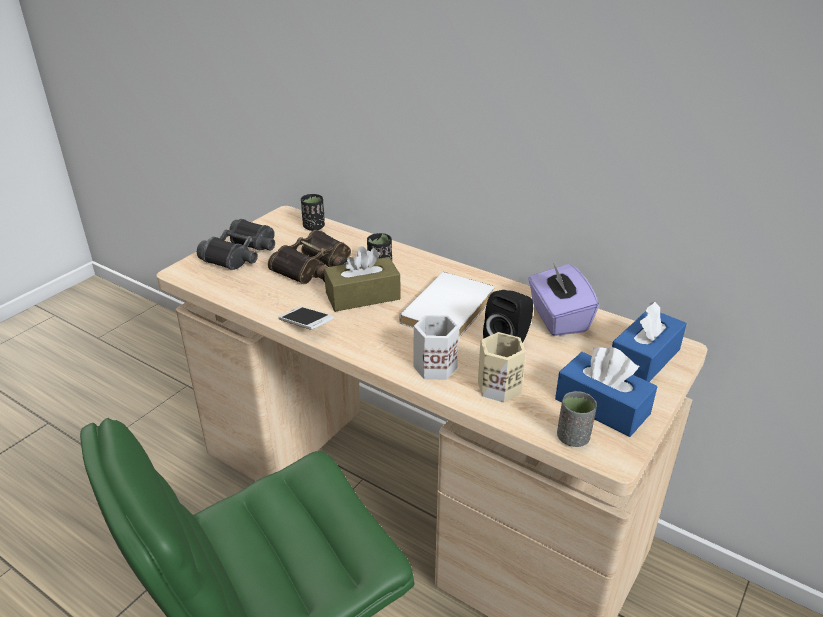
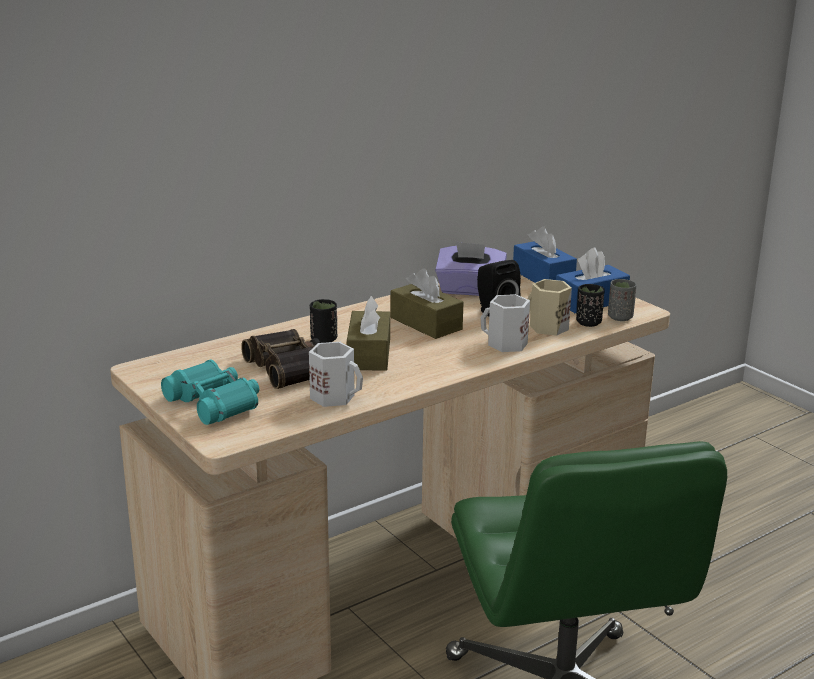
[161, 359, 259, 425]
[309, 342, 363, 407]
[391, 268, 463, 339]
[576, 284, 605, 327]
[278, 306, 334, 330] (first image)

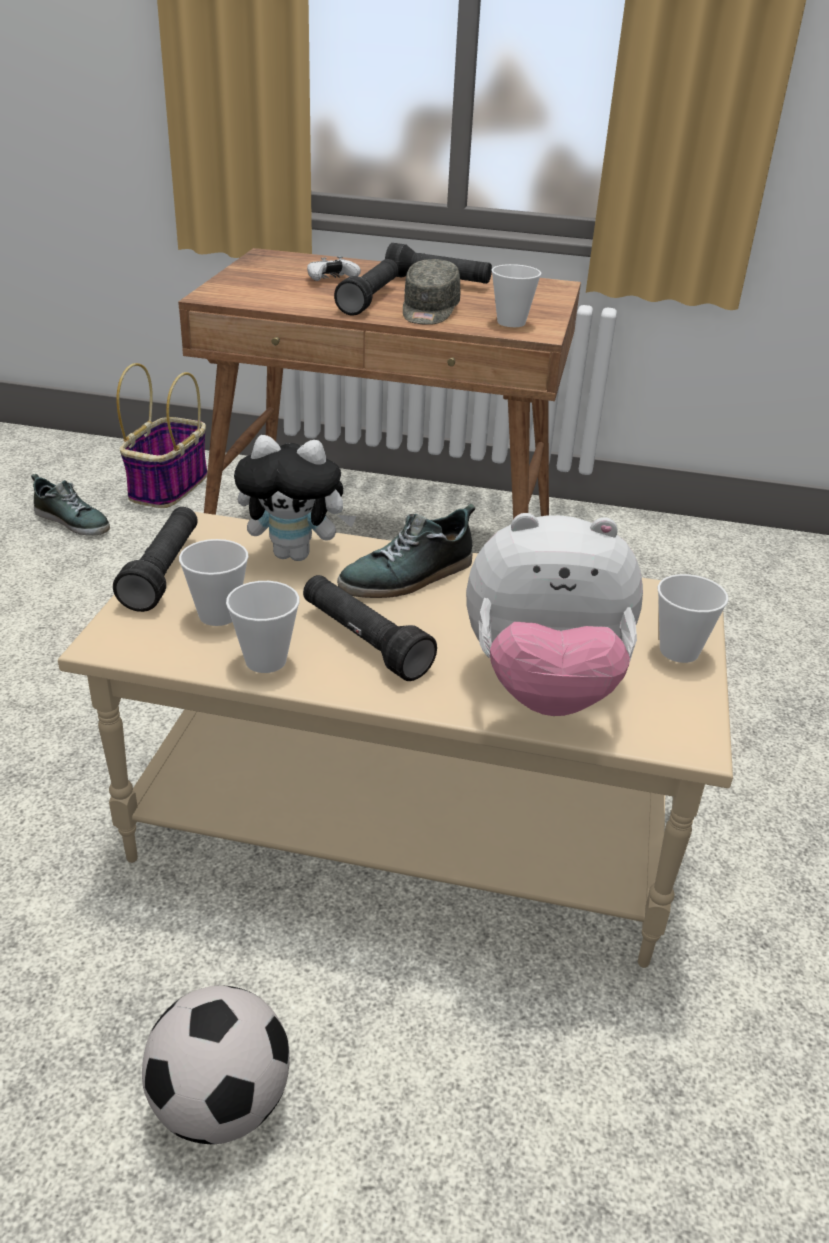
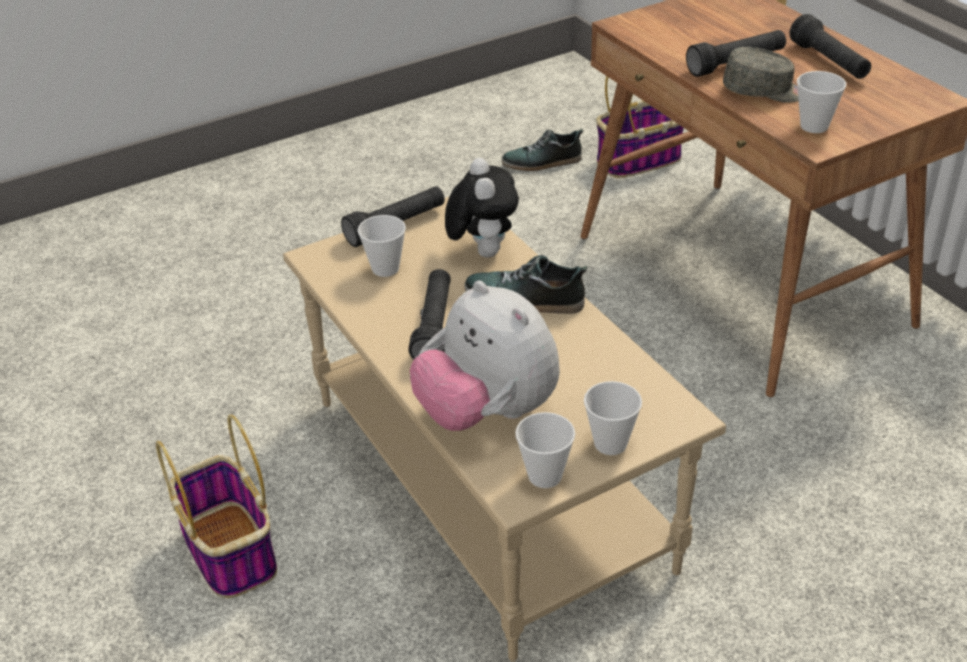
[156, 414, 277, 598]
[445, 158, 519, 257]
[502, 129, 583, 171]
[515, 412, 575, 488]
[723, 47, 799, 103]
[307, 256, 361, 281] (first image)

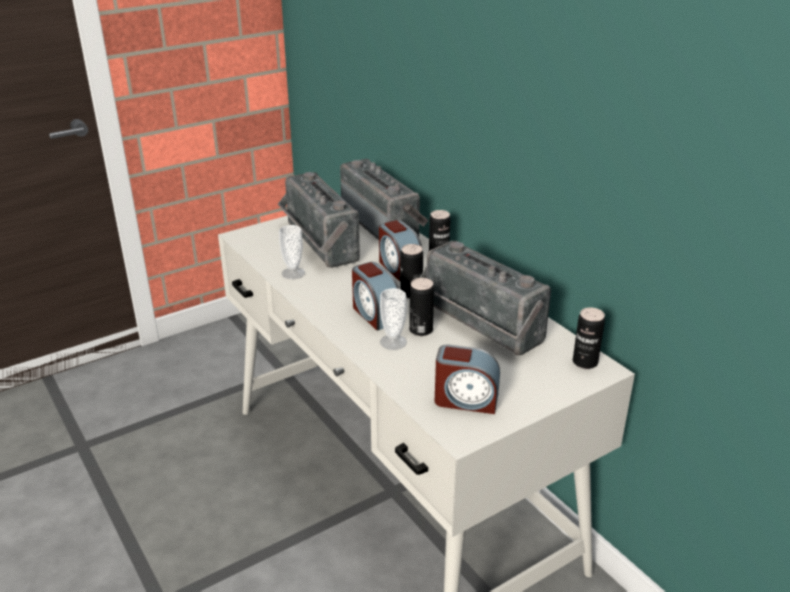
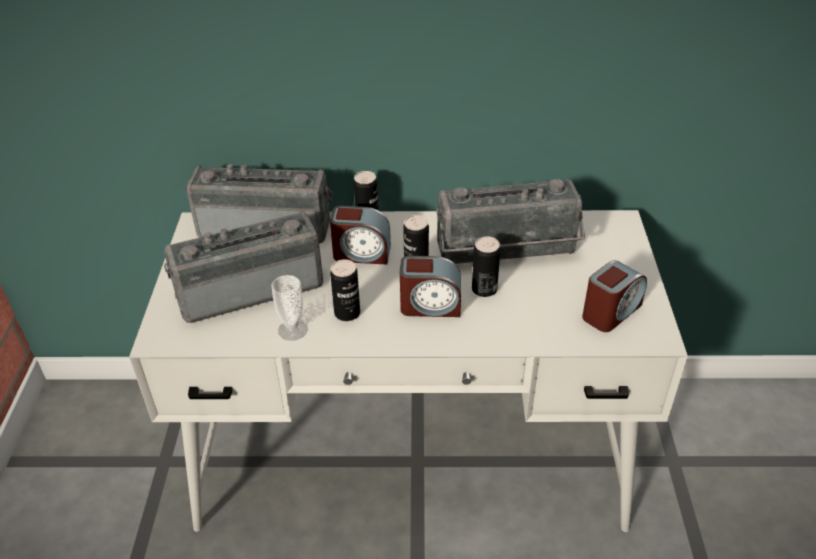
[164, 211, 323, 323]
[330, 259, 360, 321]
[380, 288, 407, 350] (first image)

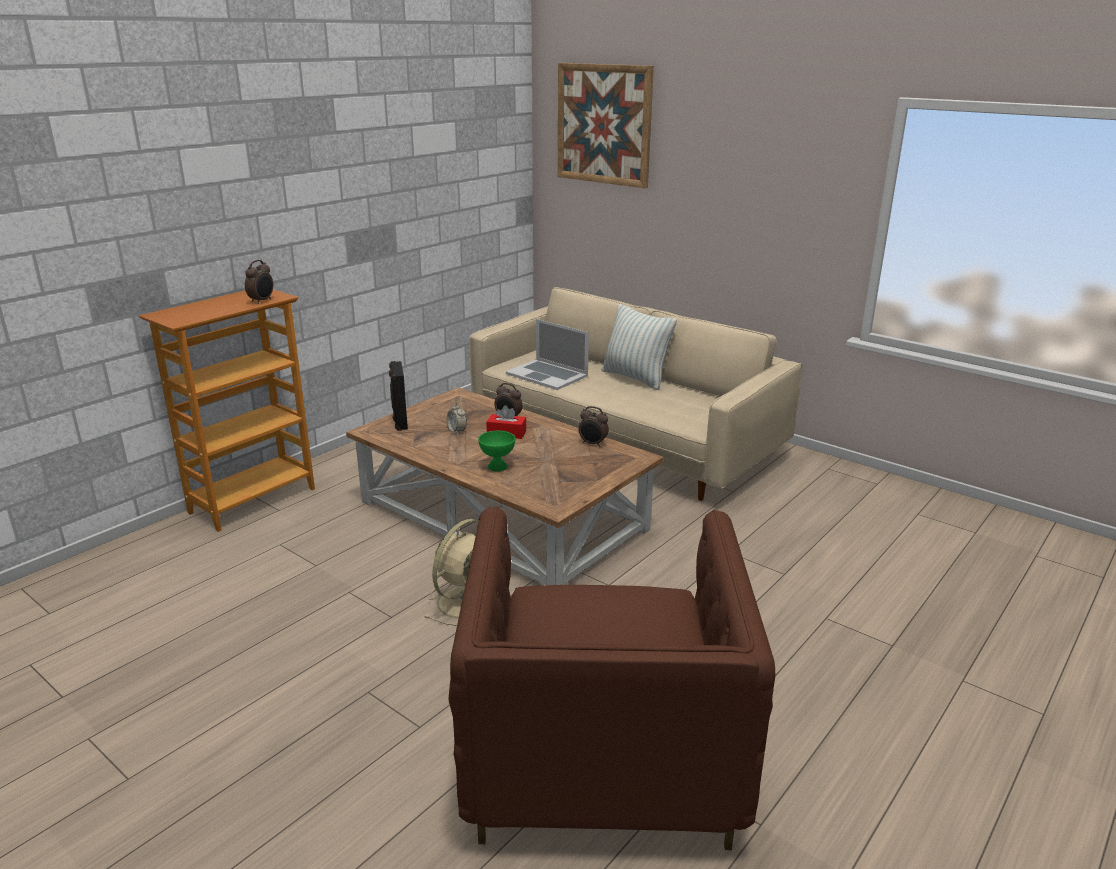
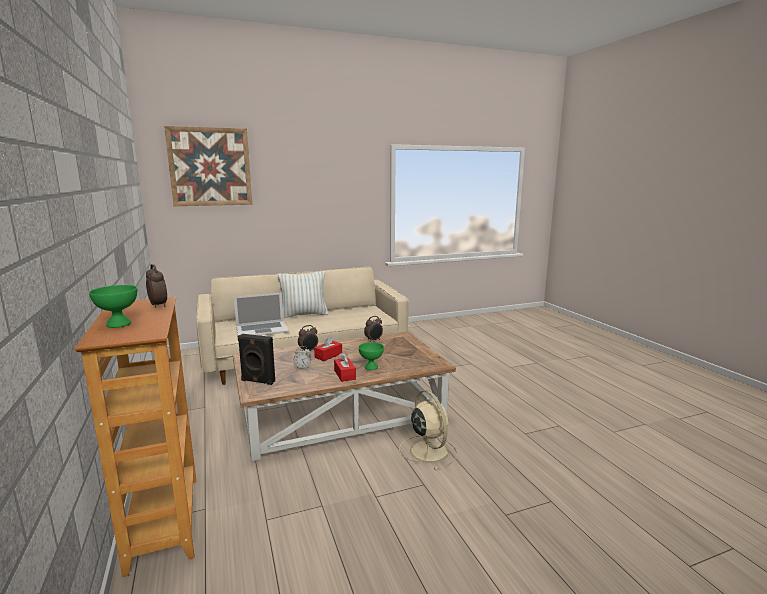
[89, 285, 137, 328]
[334, 353, 356, 382]
[448, 506, 775, 850] (first image)

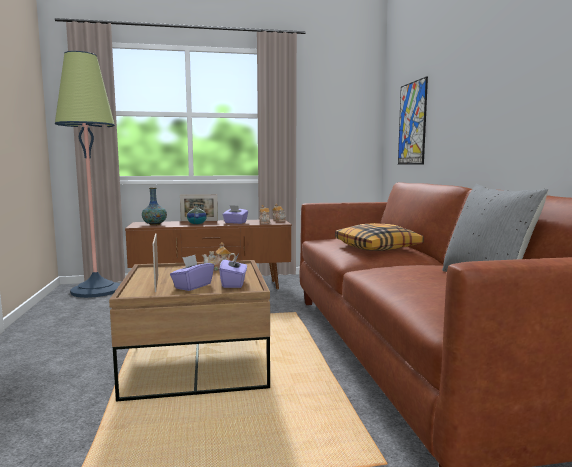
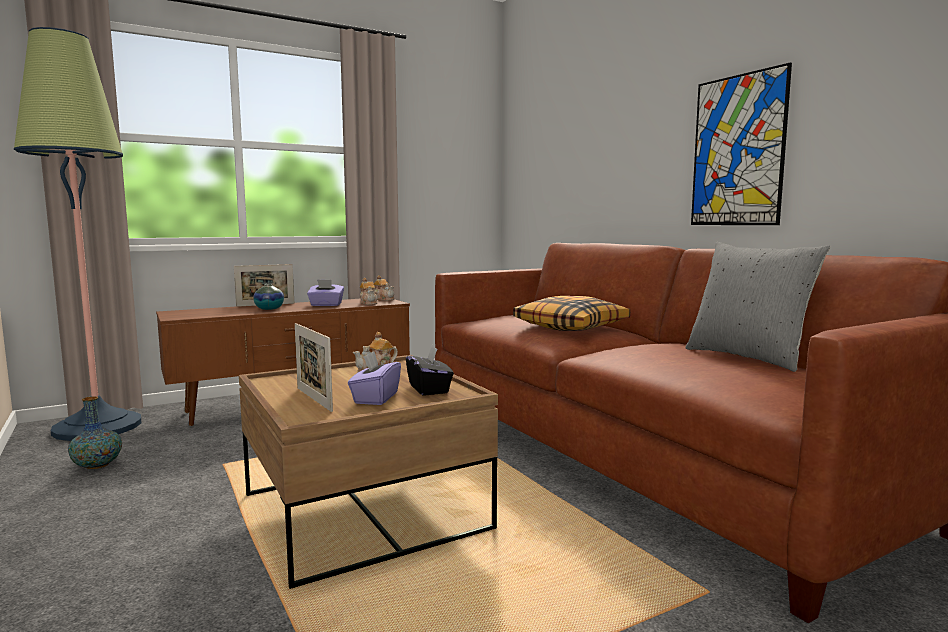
[68, 397, 122, 469]
[406, 346, 454, 396]
[691, 63, 792, 225]

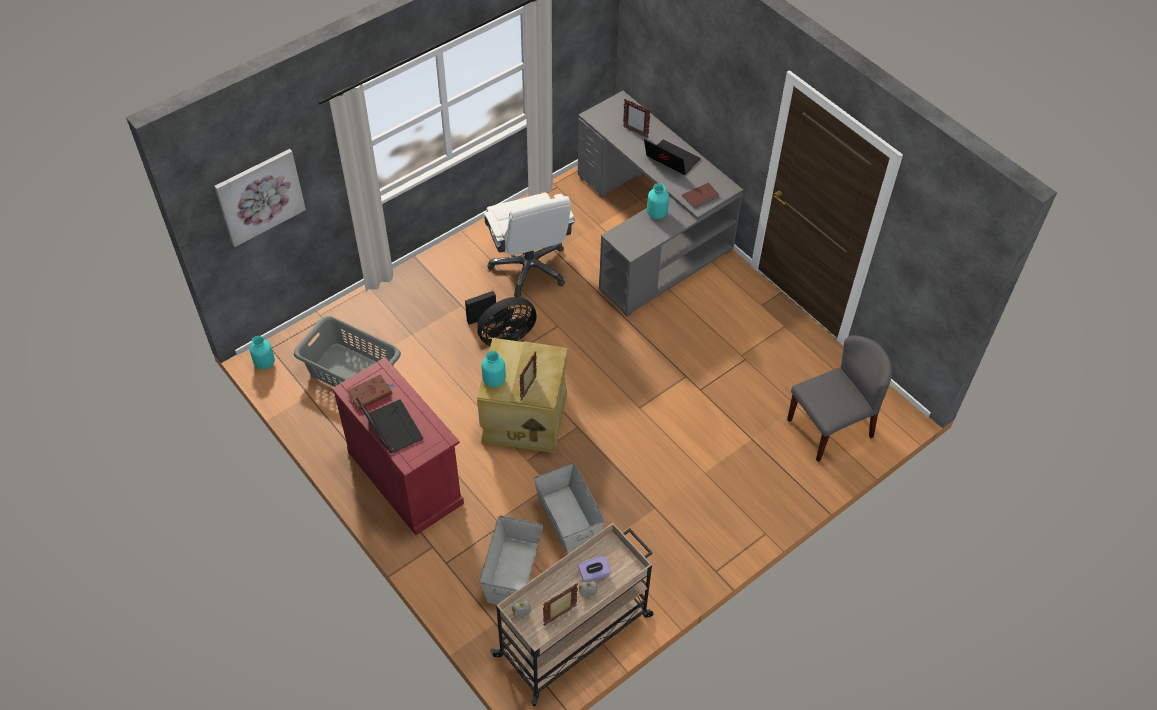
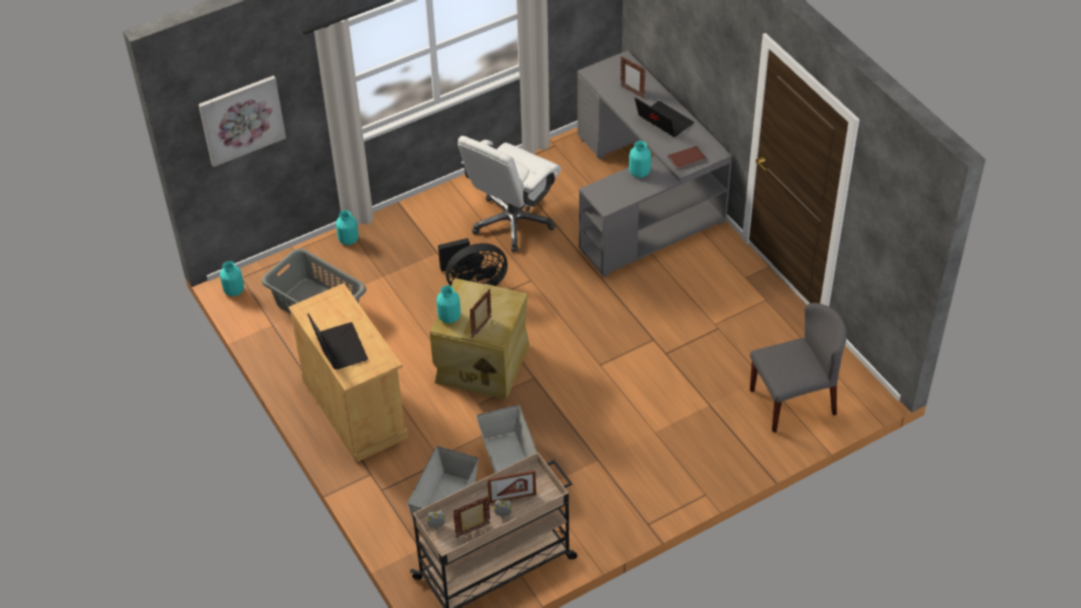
[289, 283, 408, 463]
[336, 210, 358, 245]
[458, 136, 561, 252]
[487, 470, 536, 503]
[347, 374, 395, 410] (first image)

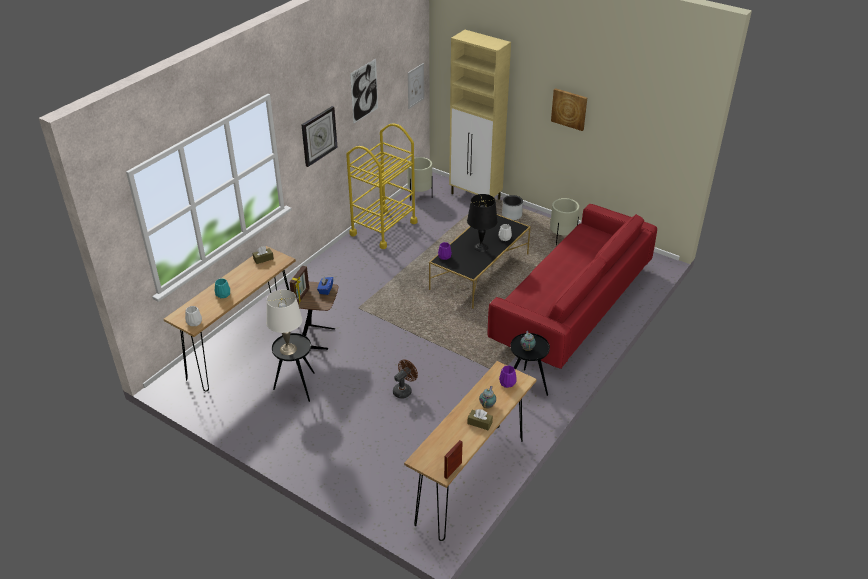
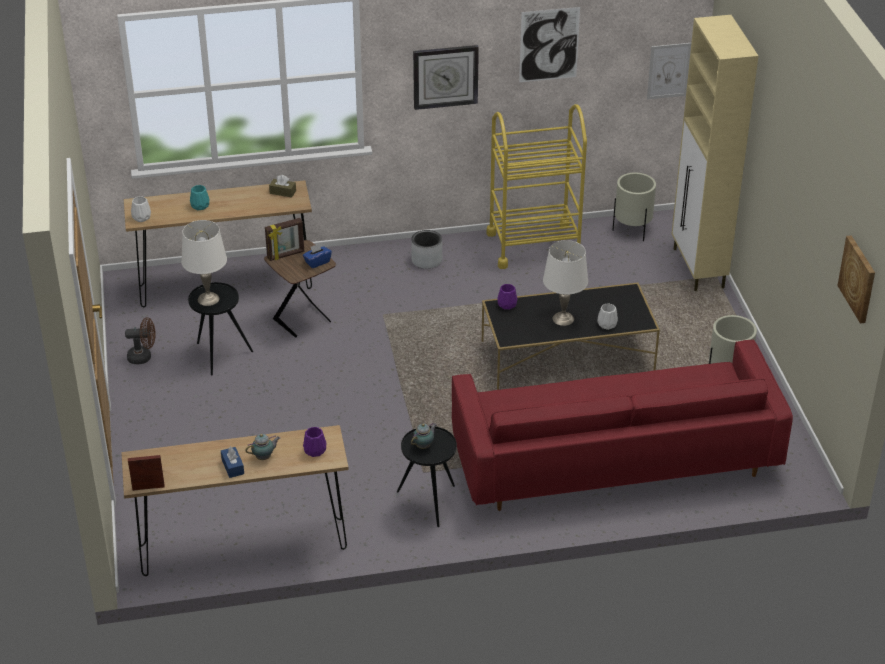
[125, 317, 156, 364]
[221, 447, 244, 478]
[411, 230, 442, 269]
[543, 240, 588, 326]
[837, 235, 875, 324]

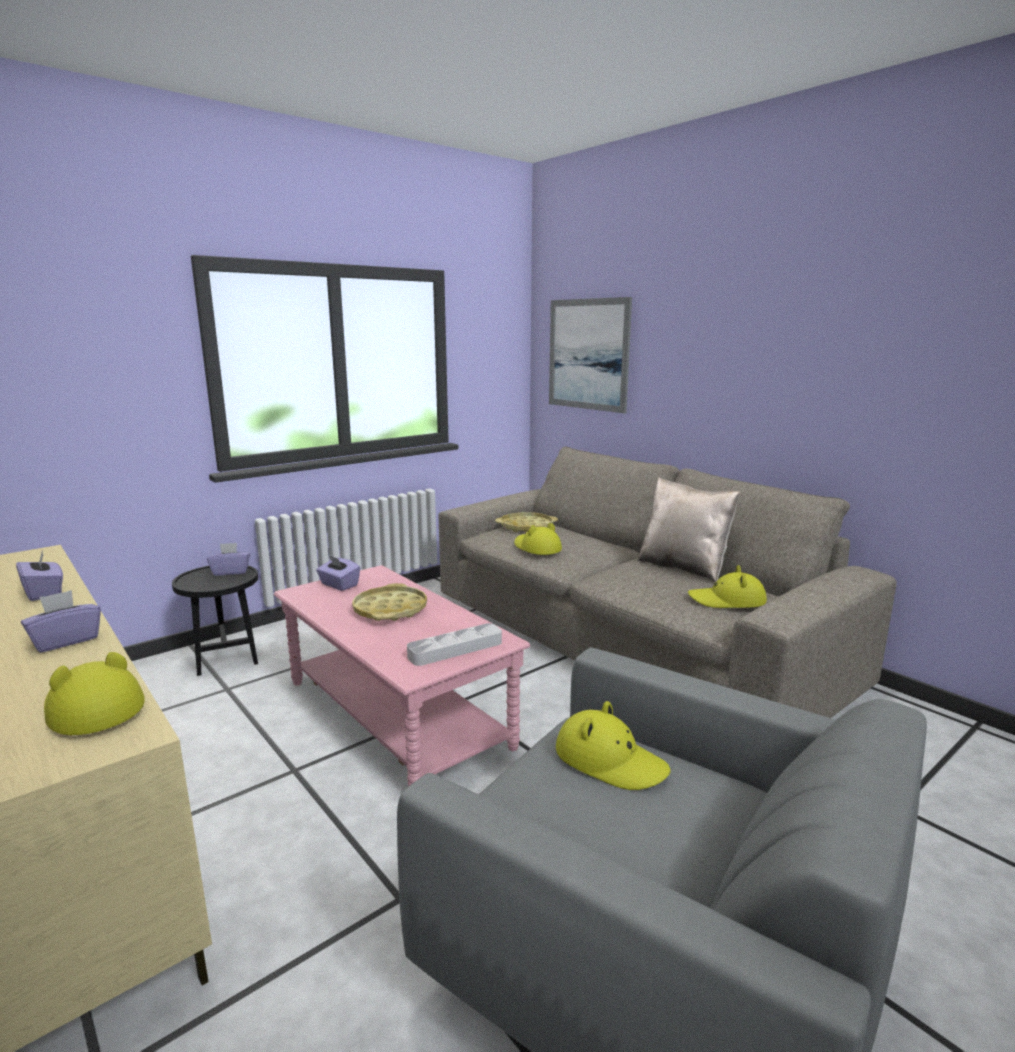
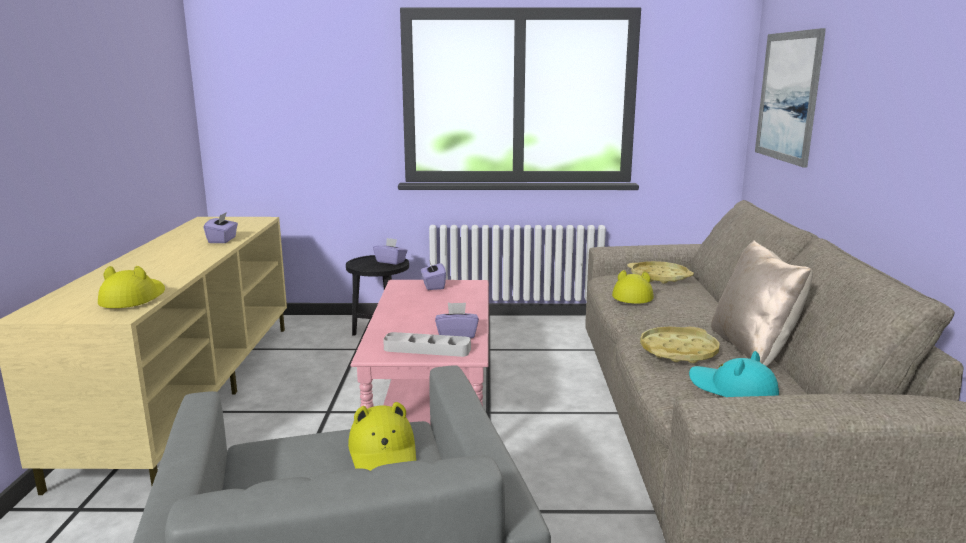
[435, 303, 479, 338]
[640, 327, 720, 363]
[689, 351, 779, 397]

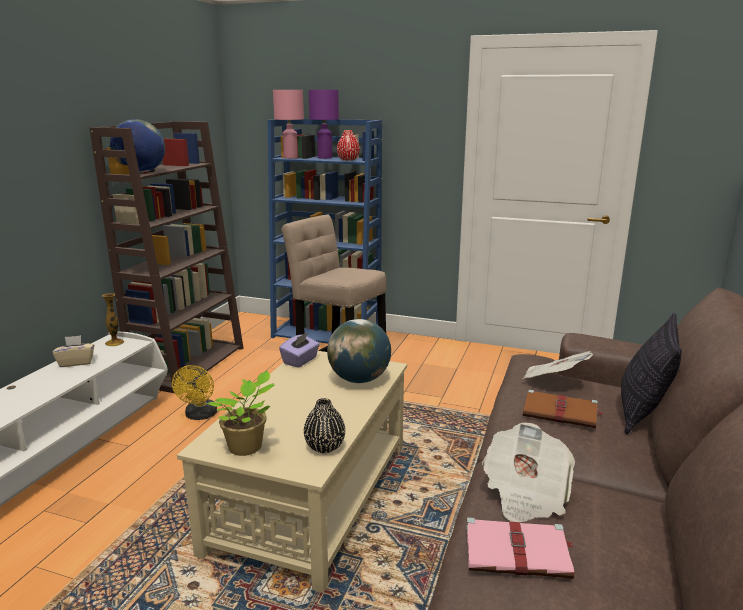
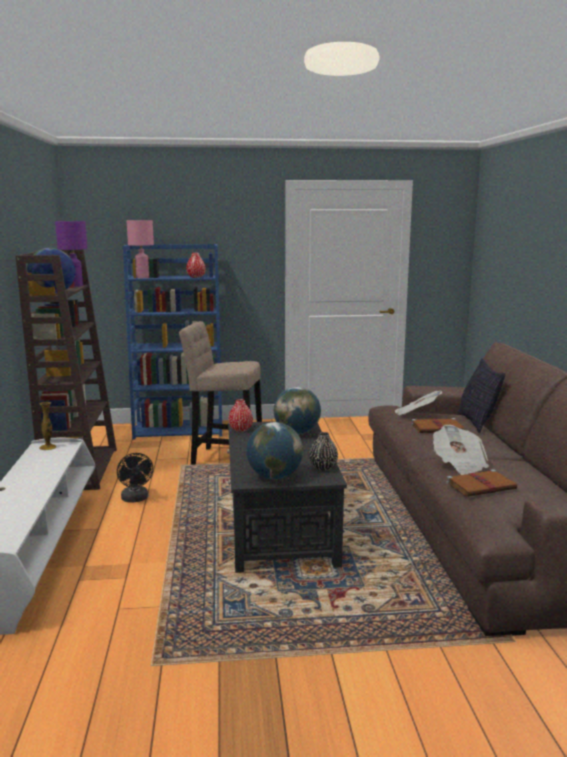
[55, 221, 87, 287]
[117, 453, 153, 503]
[227, 421, 347, 573]
[228, 399, 253, 432]
[246, 422, 303, 479]
[446, 469, 517, 497]
[52, 335, 95, 367] (first image)

